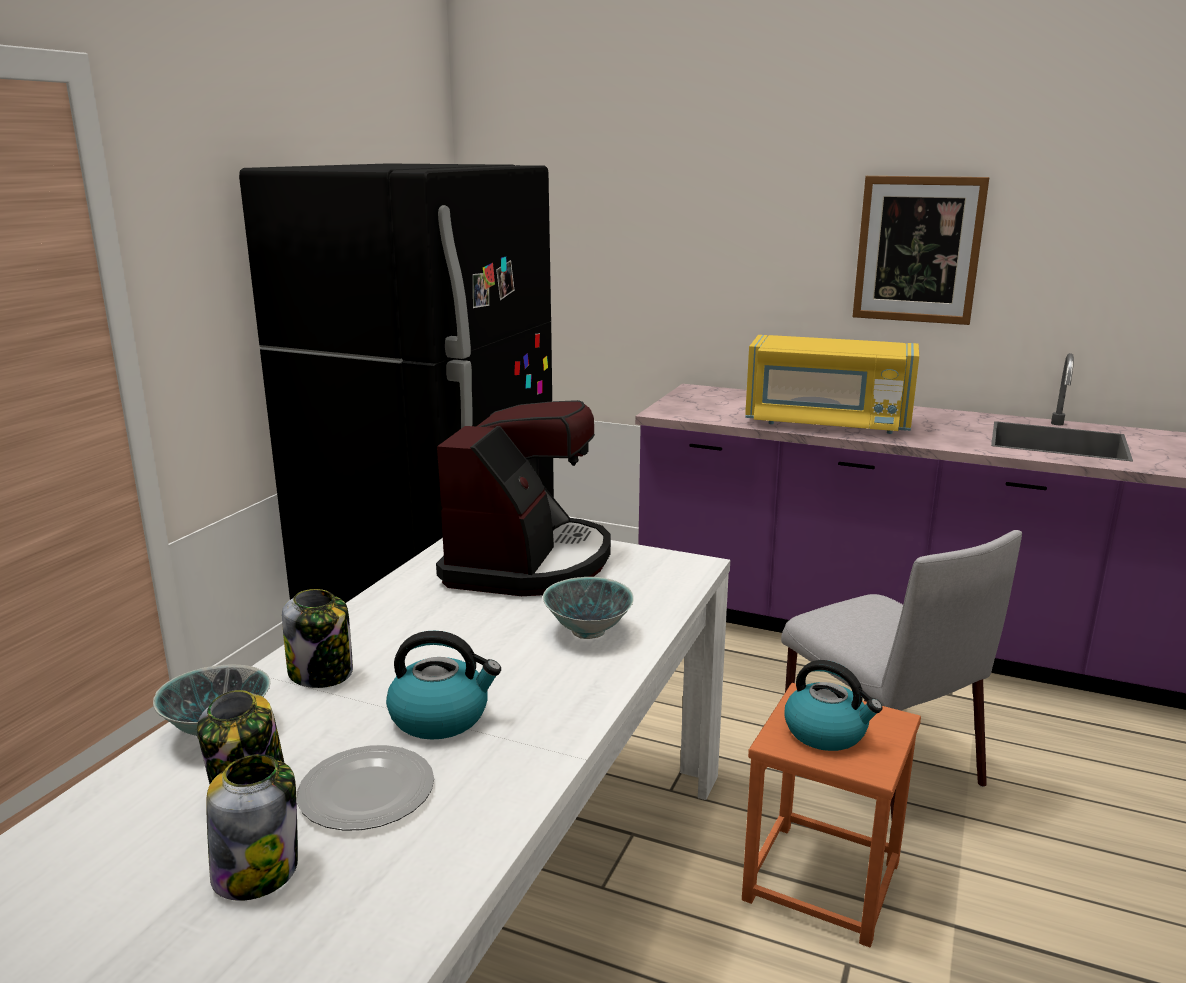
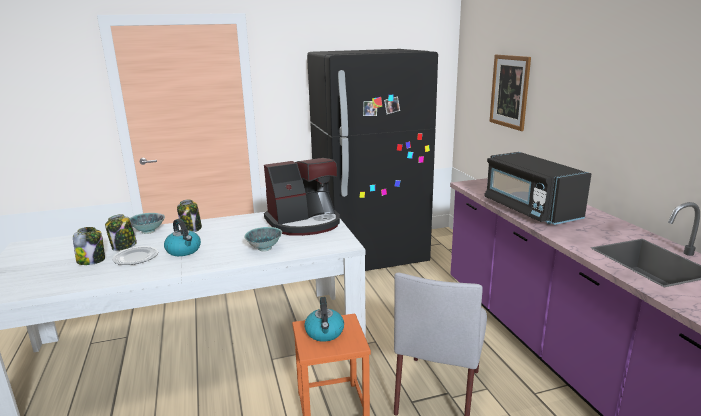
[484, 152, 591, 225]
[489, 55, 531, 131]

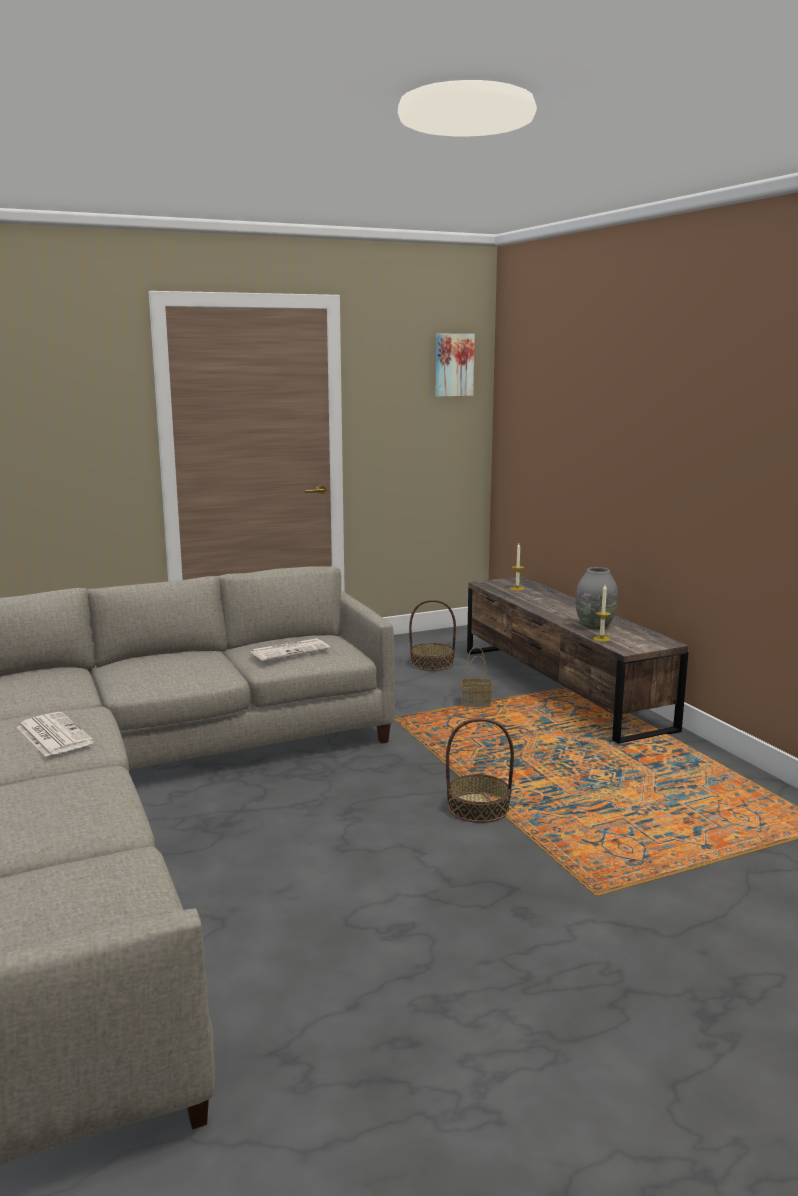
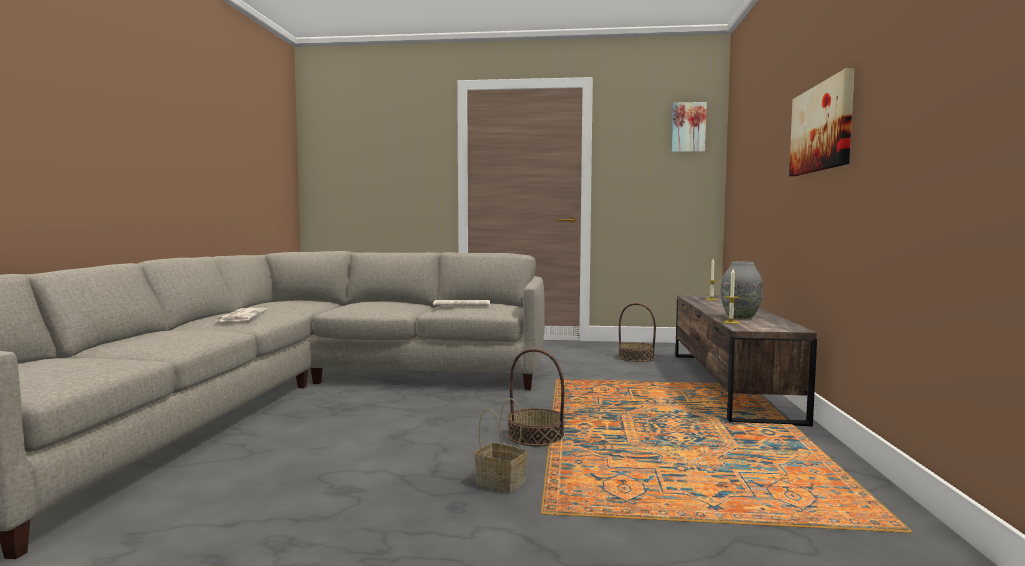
[474, 398, 528, 493]
[789, 68, 854, 176]

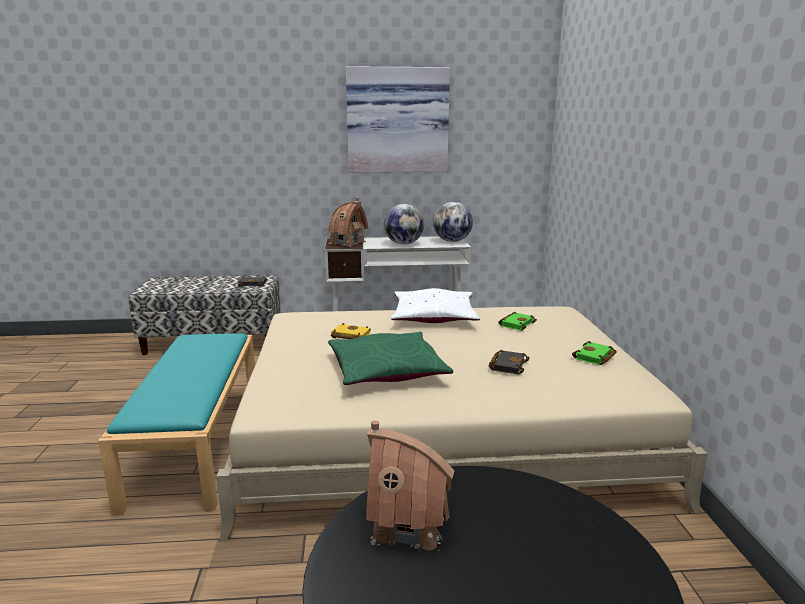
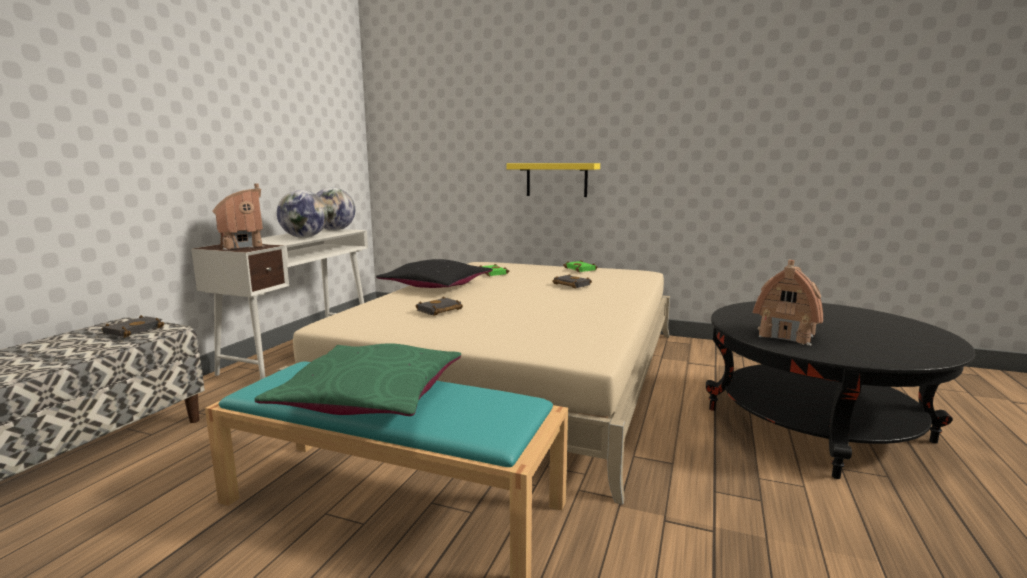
[255, 343, 461, 416]
[376, 259, 493, 288]
[415, 296, 463, 316]
[507, 163, 600, 197]
[346, 66, 450, 172] (first image)

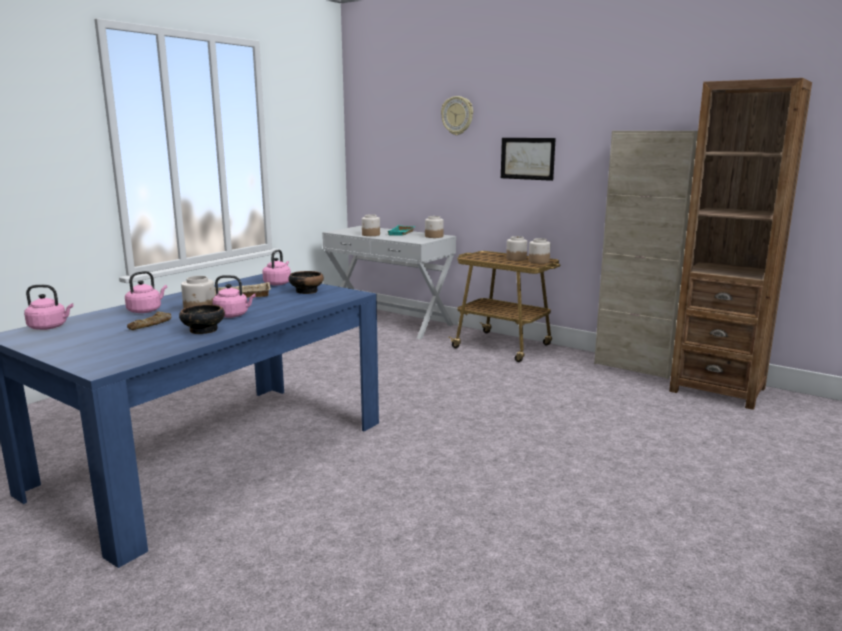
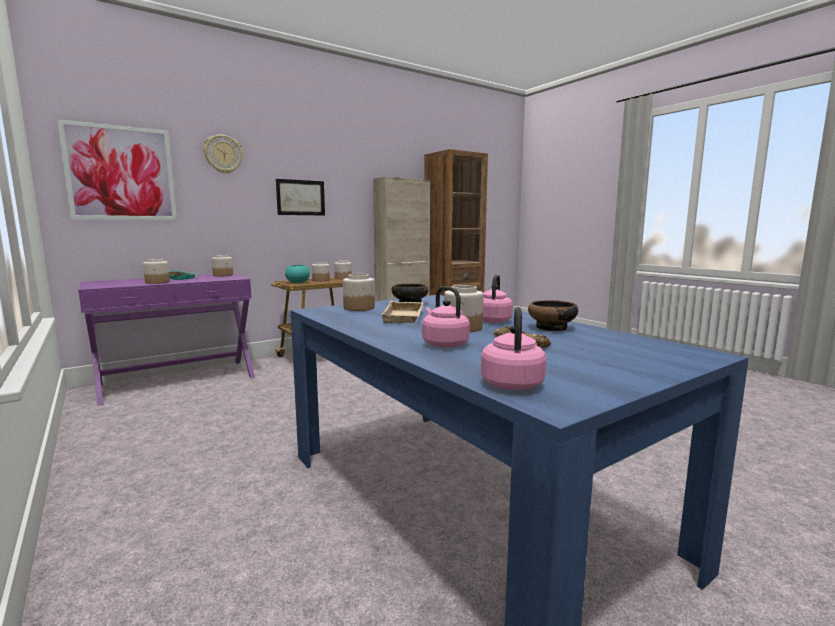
[57, 119, 177, 220]
[78, 273, 255, 406]
[285, 265, 310, 283]
[343, 274, 375, 311]

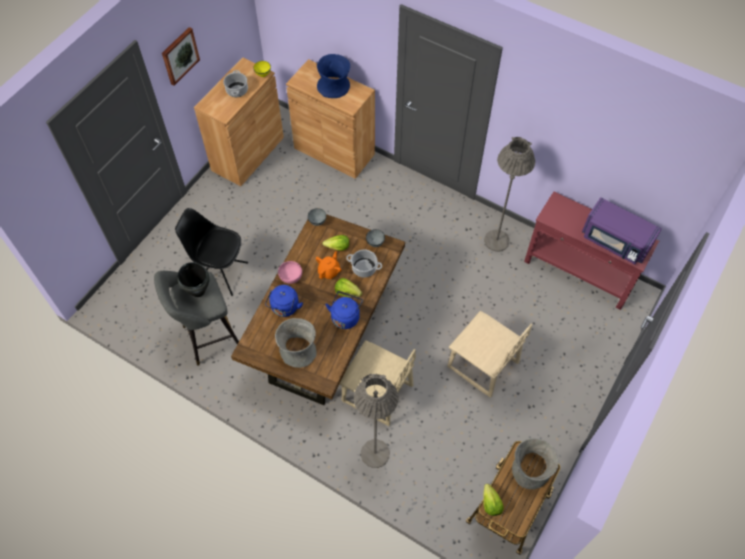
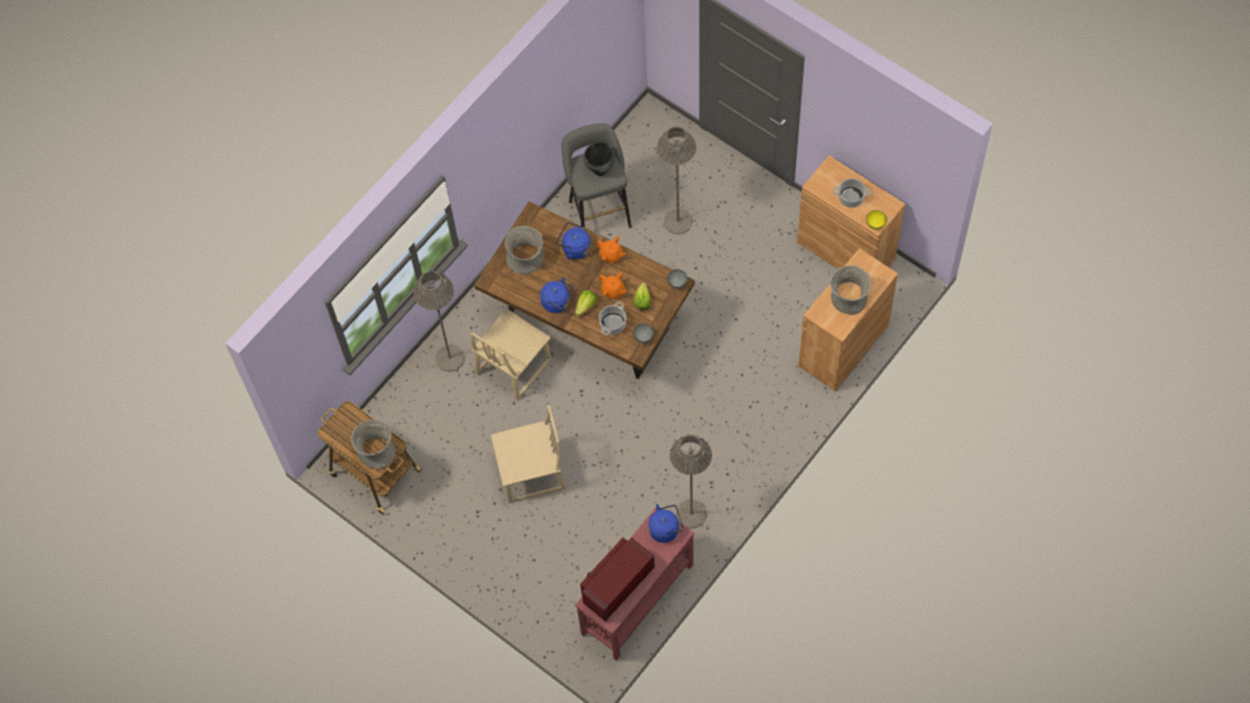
[491, 405, 566, 503]
[580, 538, 655, 622]
[596, 236, 626, 263]
[648, 504, 683, 543]
[657, 127, 696, 234]
[830, 265, 871, 315]
[162, 27, 200, 86] (first image)
[483, 484, 504, 516] (first image)

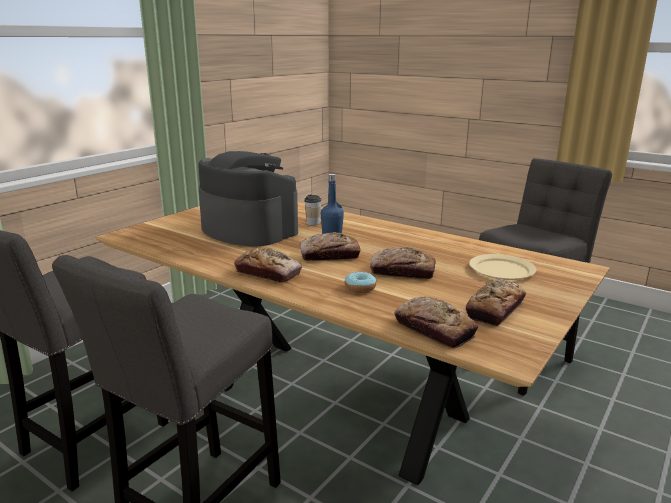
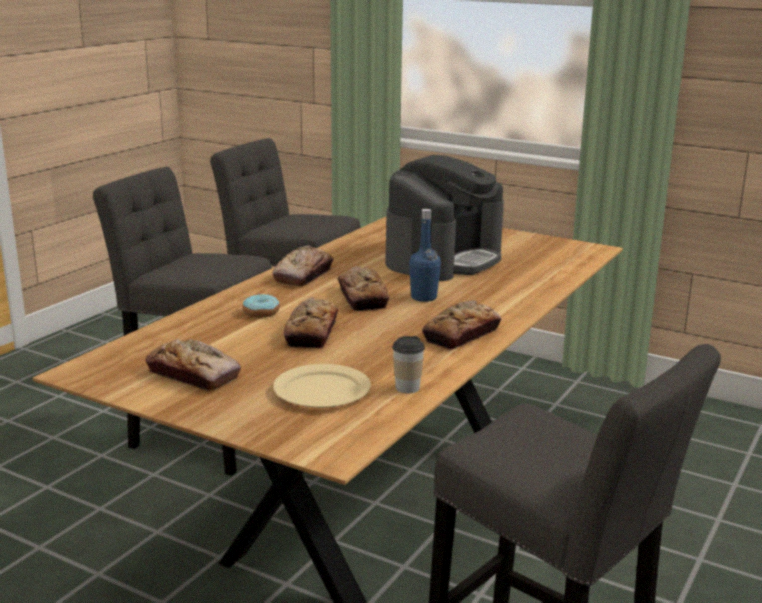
[392, 336, 425, 393]
[422, 300, 501, 350]

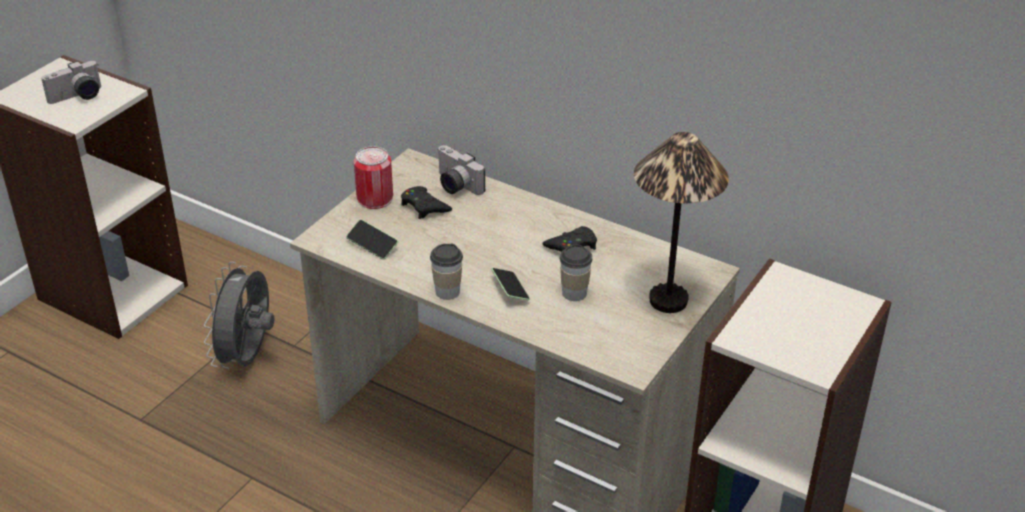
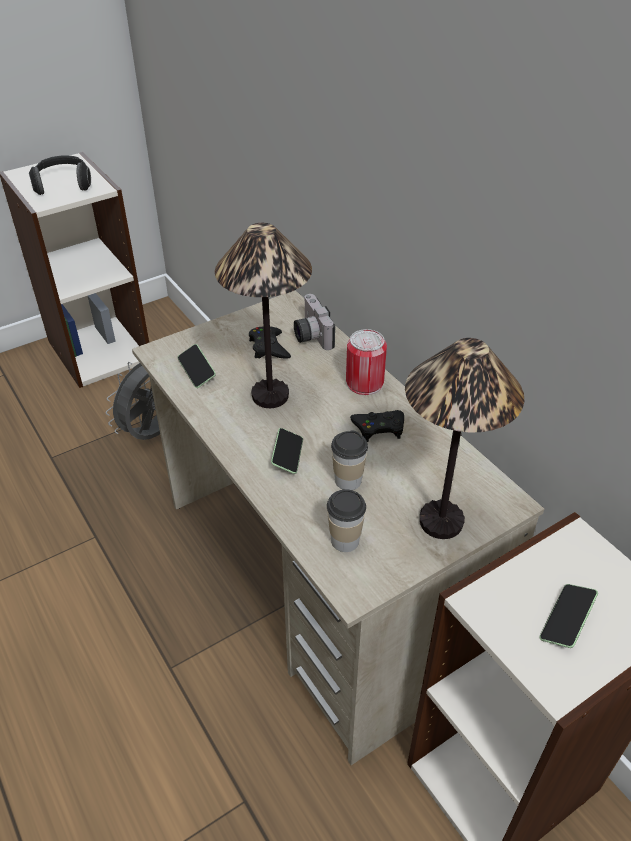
[29, 156, 91, 195]
[215, 223, 312, 408]
[327, 489, 366, 552]
[346, 329, 387, 395]
[540, 584, 598, 648]

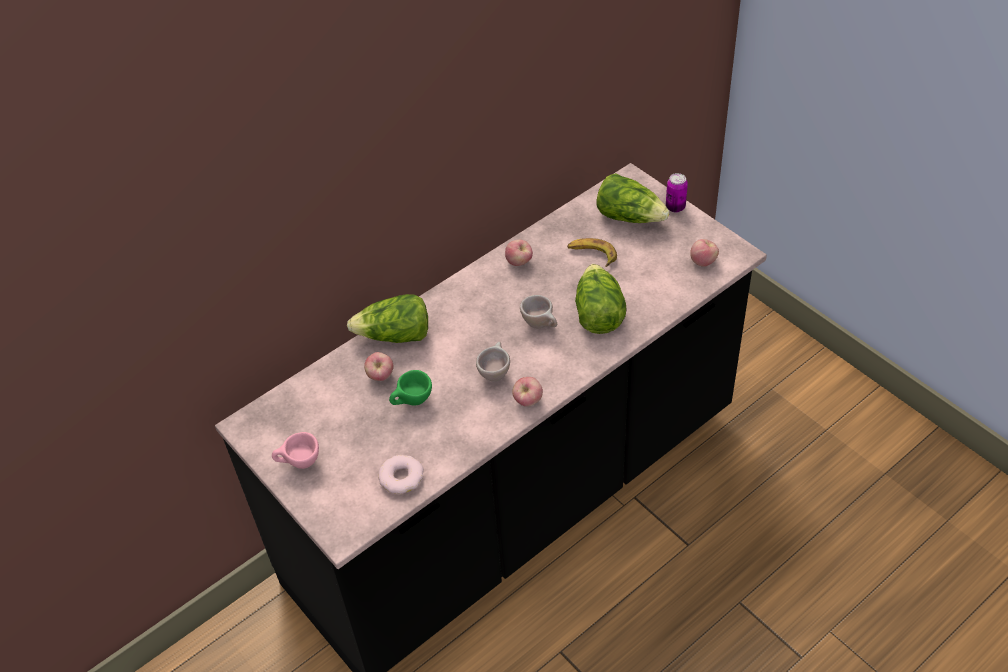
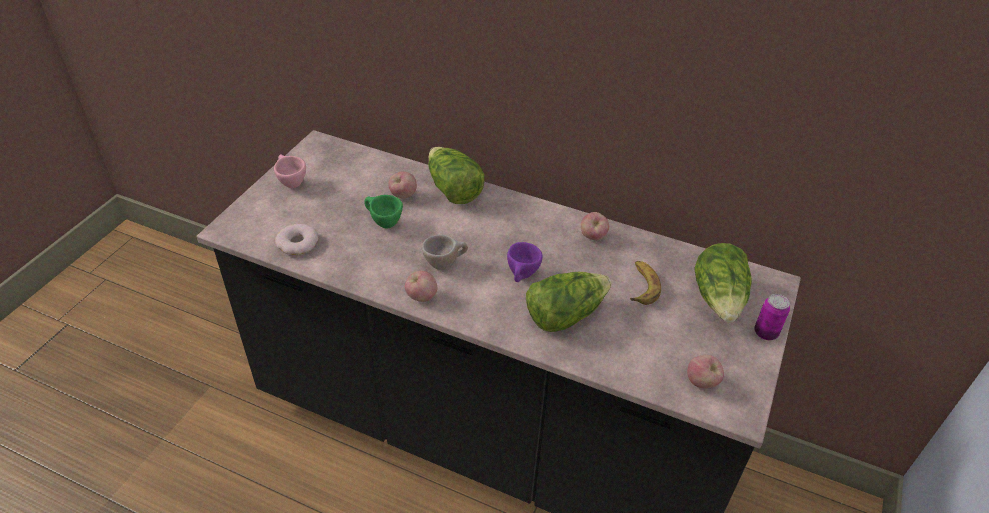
[507, 242, 543, 282]

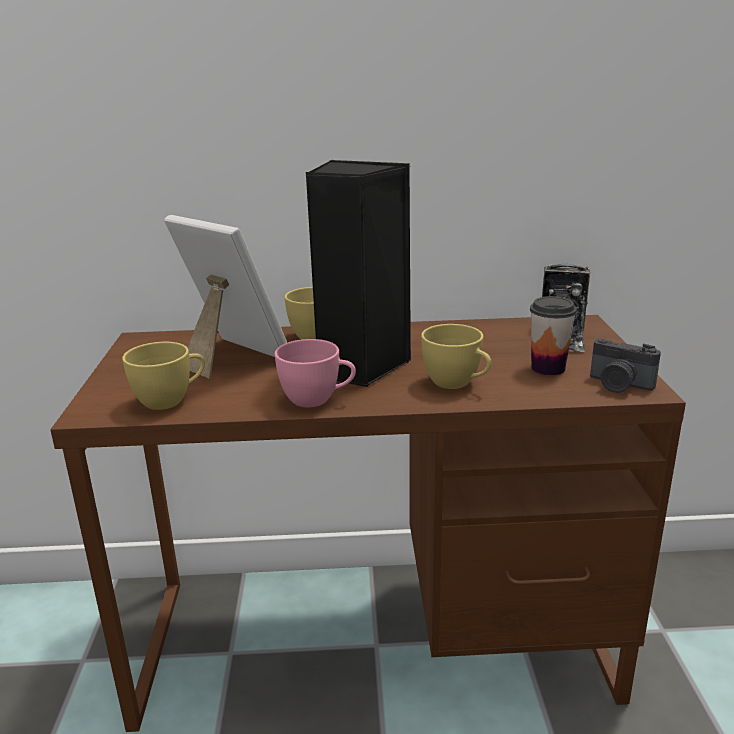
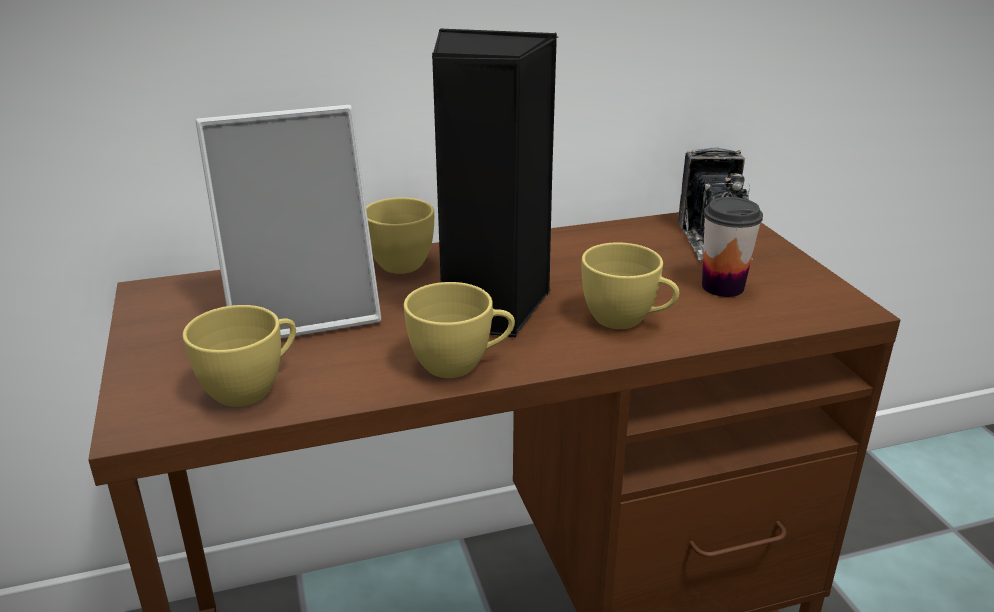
[196, 105, 381, 338]
[404, 282, 515, 378]
[590, 339, 661, 393] (first image)

